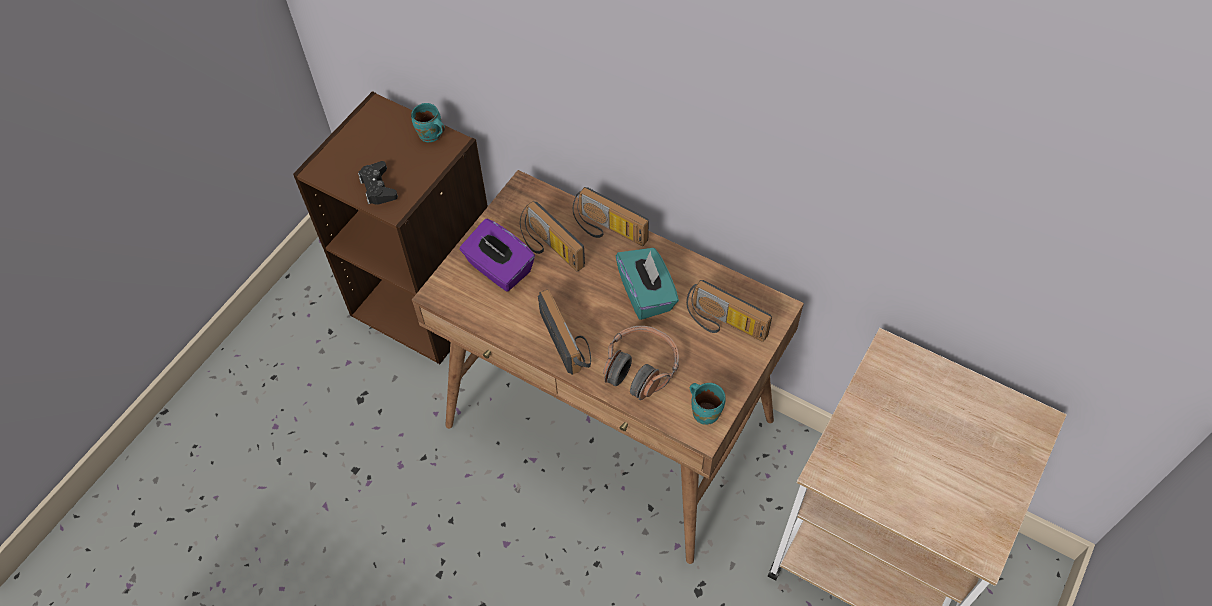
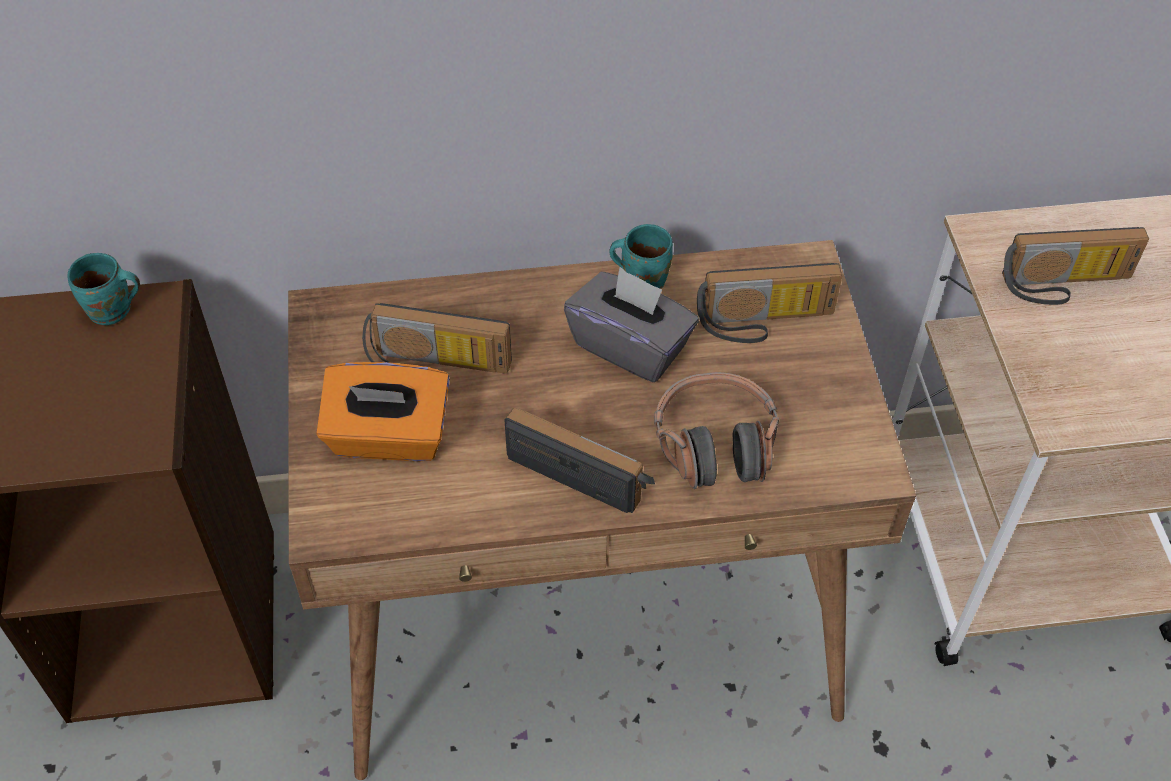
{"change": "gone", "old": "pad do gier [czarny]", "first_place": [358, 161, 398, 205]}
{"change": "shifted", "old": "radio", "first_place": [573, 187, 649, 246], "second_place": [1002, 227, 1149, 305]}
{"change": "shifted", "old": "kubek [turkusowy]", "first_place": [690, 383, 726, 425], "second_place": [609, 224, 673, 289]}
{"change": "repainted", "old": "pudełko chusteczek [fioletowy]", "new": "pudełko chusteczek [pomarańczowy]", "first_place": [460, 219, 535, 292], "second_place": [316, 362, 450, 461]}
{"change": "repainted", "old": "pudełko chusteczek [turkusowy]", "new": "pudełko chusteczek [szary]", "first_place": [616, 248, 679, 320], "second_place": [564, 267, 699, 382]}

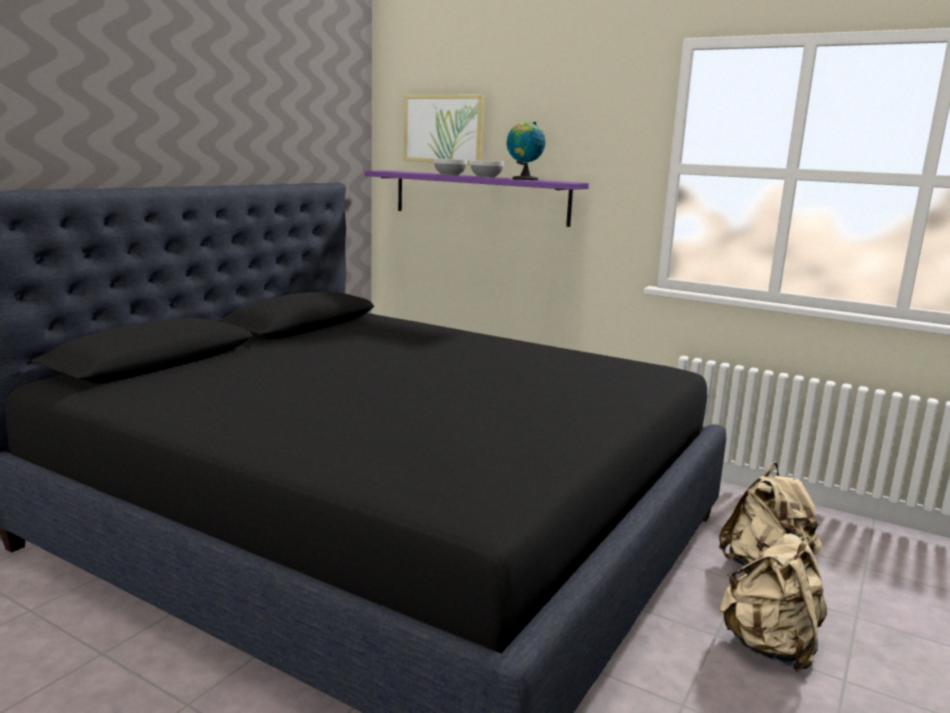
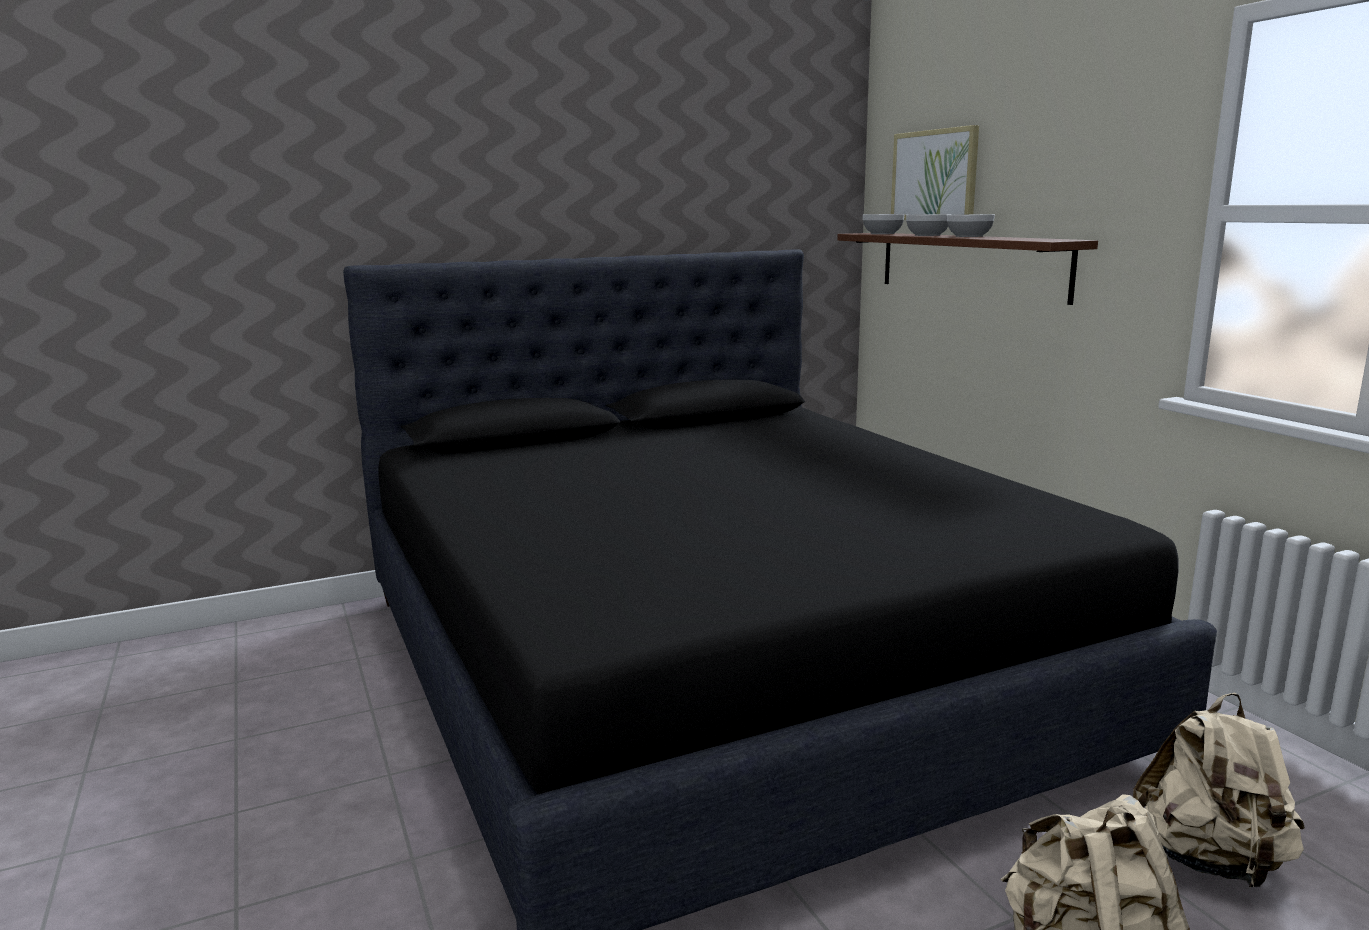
{"change": "gone", "old": "globus", "first_place": [507, 122, 546, 180]}
{"change": "new", "new": "miska", "second_place": [863, 214, 905, 234]}
{"change": "repainted", "old": "półka [fioletowy]", "new": "półka [brązowy]", "first_place": [364, 171, 589, 227], "second_place": [837, 233, 1098, 305]}

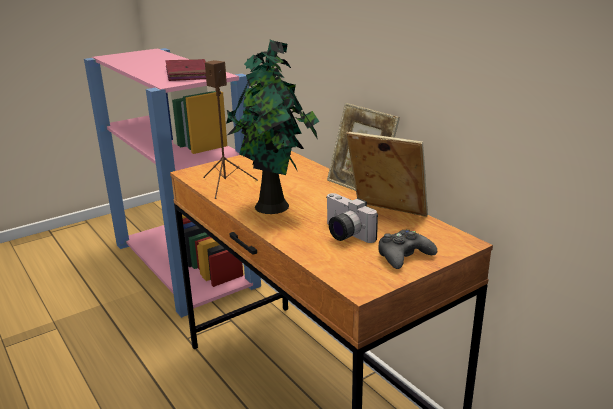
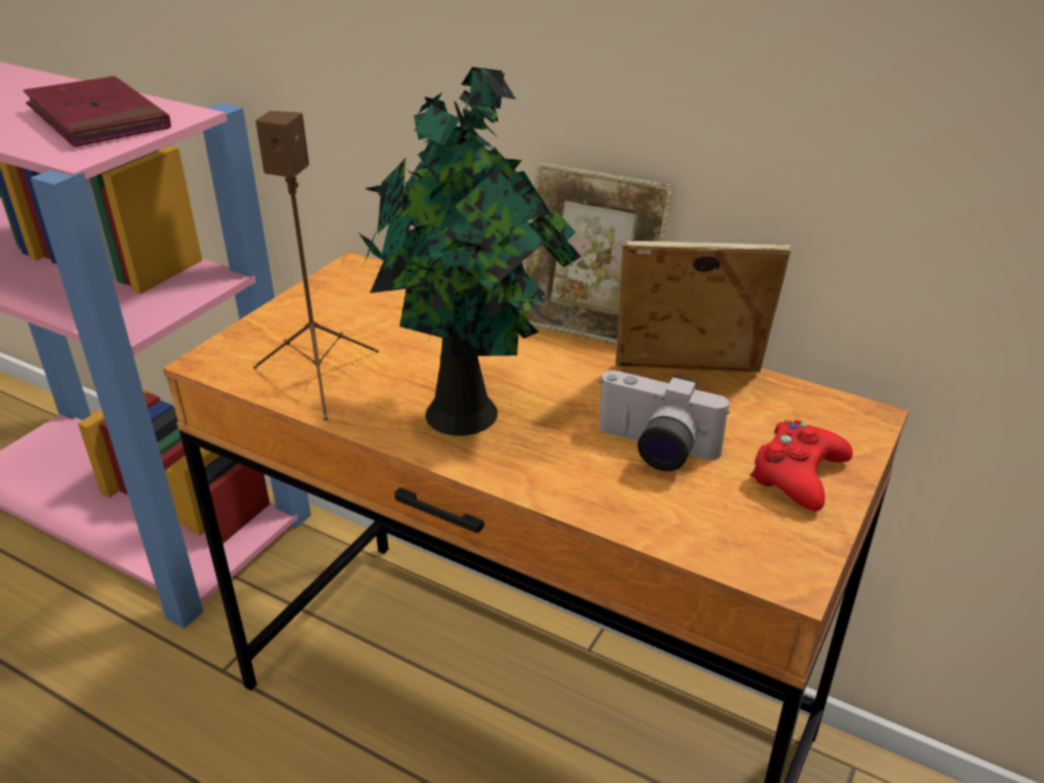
{"change": "repainted", "old": "pad do gier [czarny]", "new": "pad do gier [czerwony]", "first_place": [378, 229, 437, 269], "second_place": [750, 420, 853, 511]}

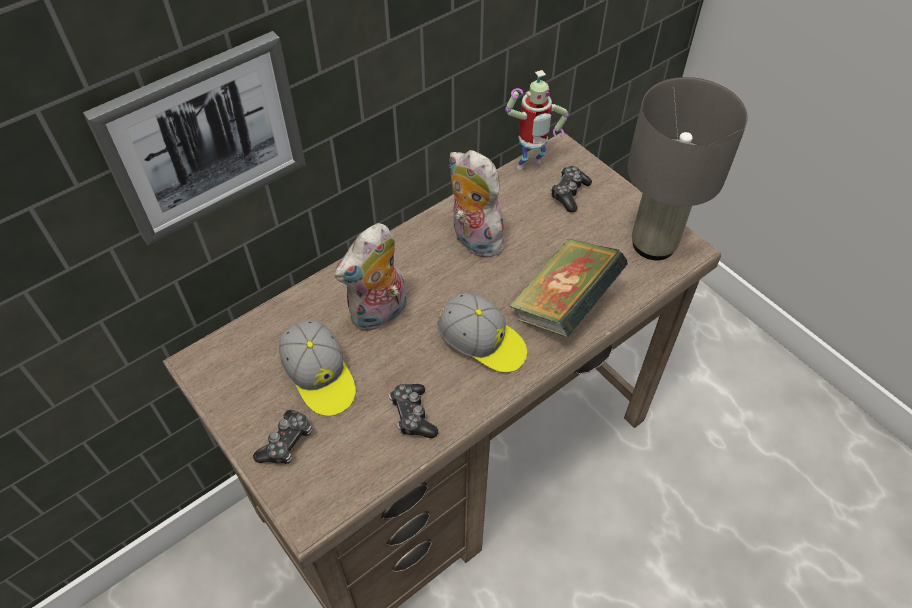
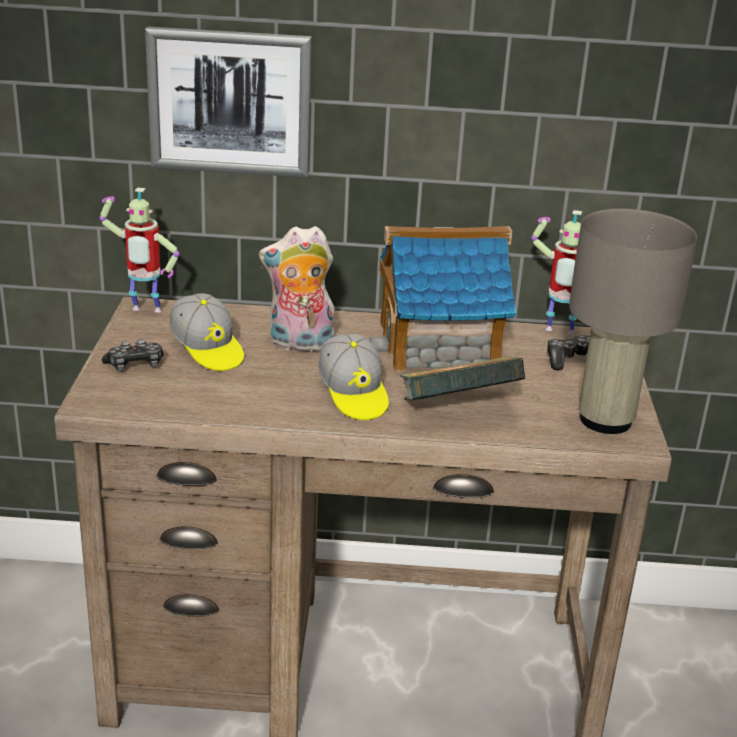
{"change": "gone", "old": "pad do gier", "first_place": [389, 384, 438, 439]}
{"change": "new", "new": "robot zabawkowy", "second_place": [100, 188, 180, 313]}
{"change": "swapped", "old": "pluszak", "new": "domek", "first_place": [449, 150, 505, 258], "second_place": [370, 226, 516, 371]}
{"change": "rotated", "old": "czapka z daszkiem", "first_place": [279, 320, 356, 416], "second_place": [169, 293, 244, 371], "degrees": -45}

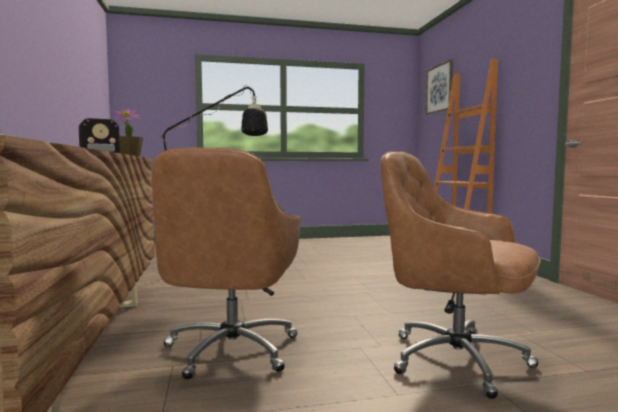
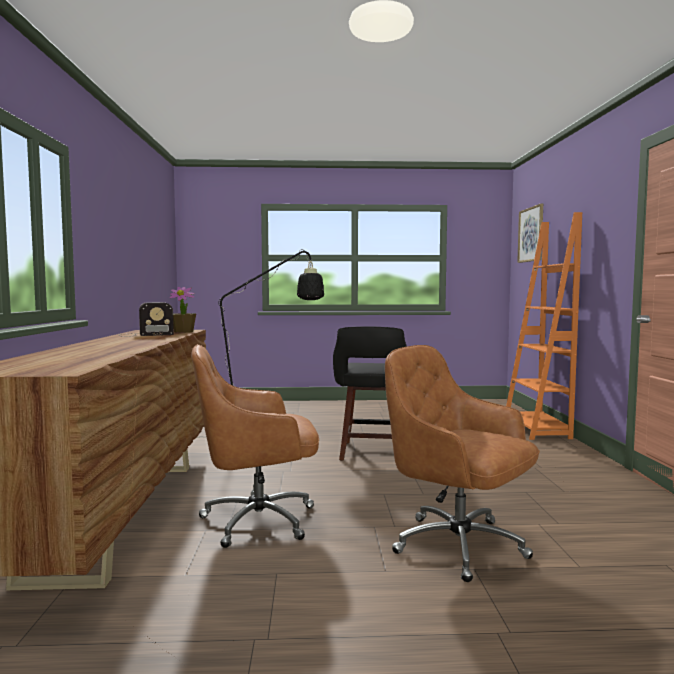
{"change": "new", "new": "stołek [czarny]", "second_place": [333, 327, 407, 460]}
{"change": "rotated", "old": "krzesło biurowe [brązowy]", "first_place": [152, 147, 301, 379], "second_place": [191, 344, 319, 548], "degrees": 60}

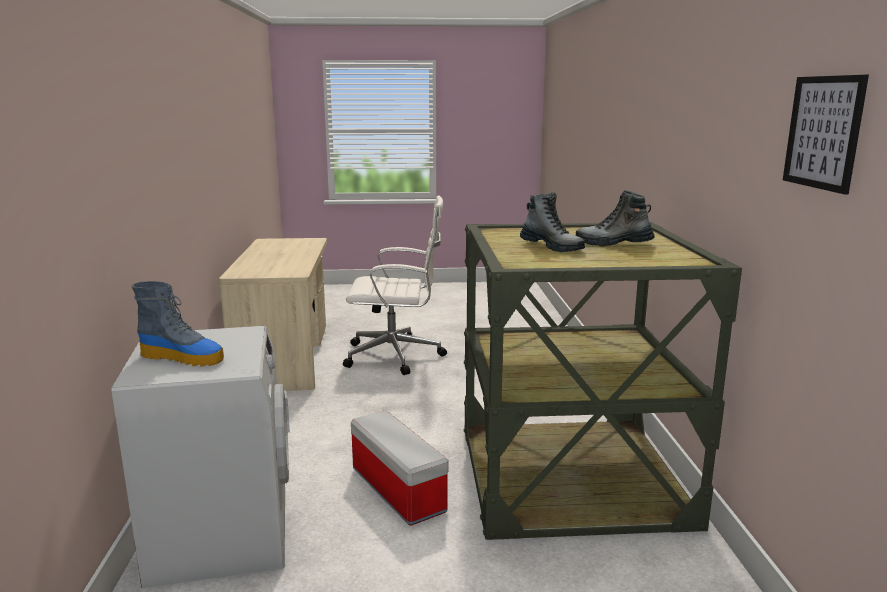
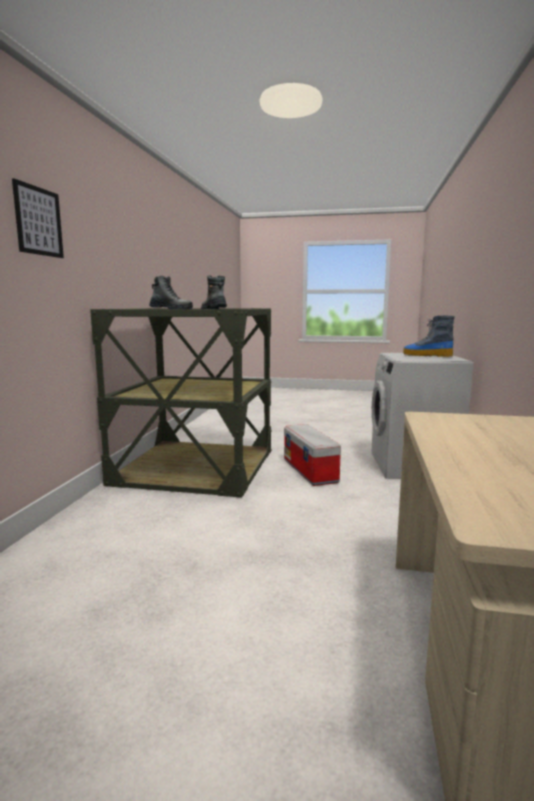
{"change": "gone", "old": "krzesło biurowe [biały]", "first_place": [343, 195, 447, 375]}
{"change": "shifted", "old": "obraz", "first_place": [783, 75, 869, 194], "second_place": [12, 178, 64, 258]}

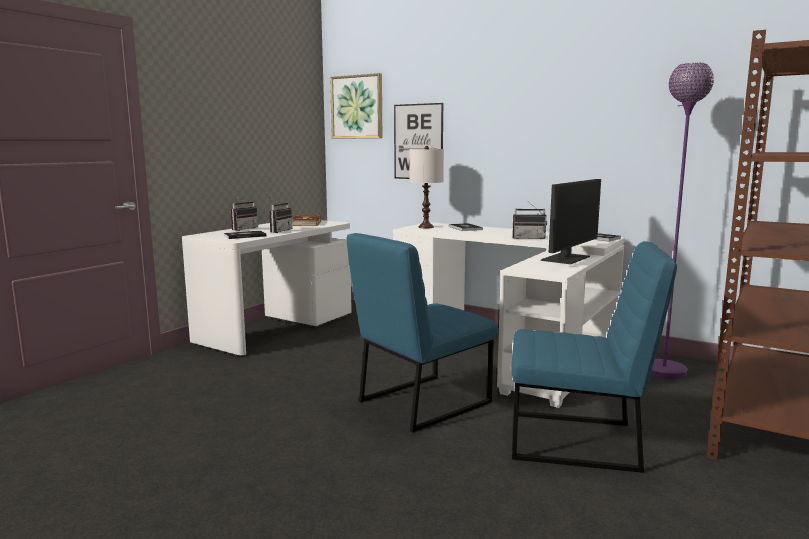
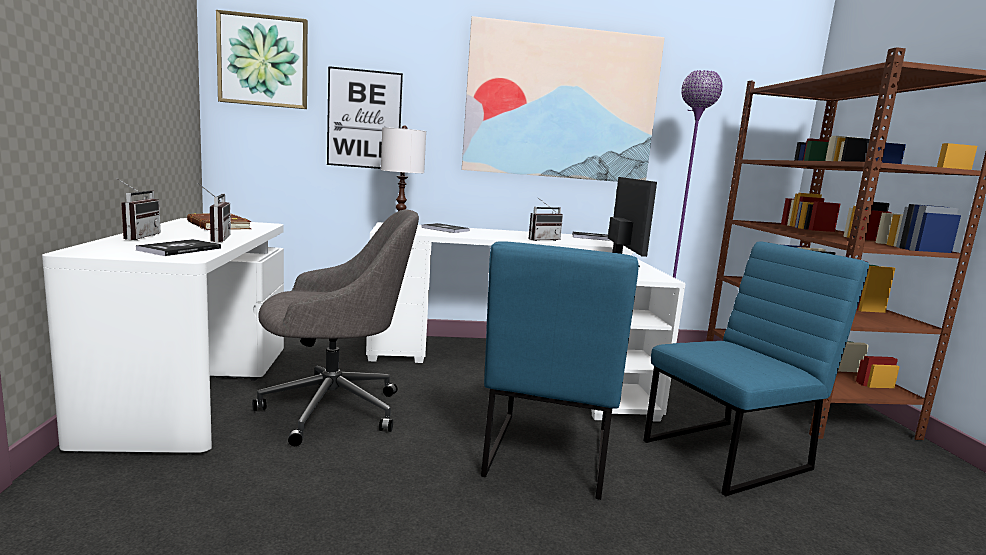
{"change": "new", "new": "krzesło biurowe [szary]", "second_place": [252, 210, 419, 446]}
{"change": "new", "new": "obraz", "second_place": [462, 16, 665, 182]}

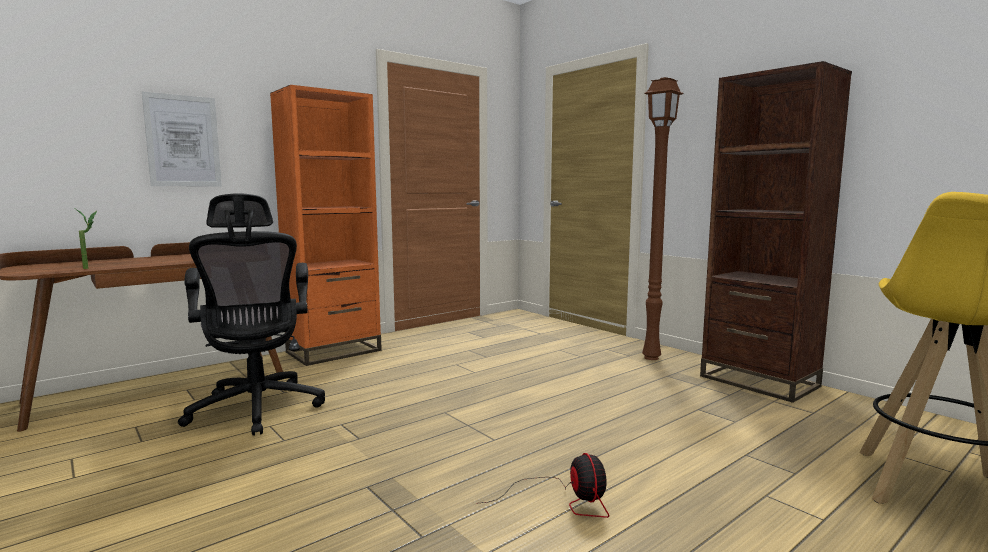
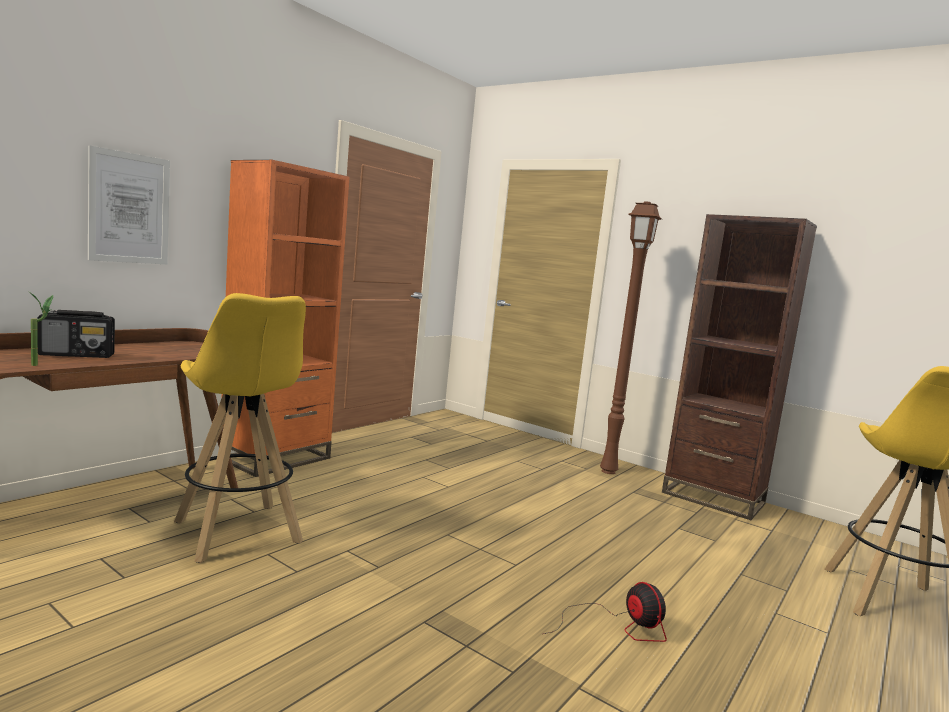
{"change": "new", "new": "radio", "second_place": [37, 310, 115, 358]}
{"change": "swapped", "old": "krzesło biurowe", "new": "stołek [żółty]", "first_place": [178, 193, 325, 436], "second_place": [174, 293, 306, 563]}

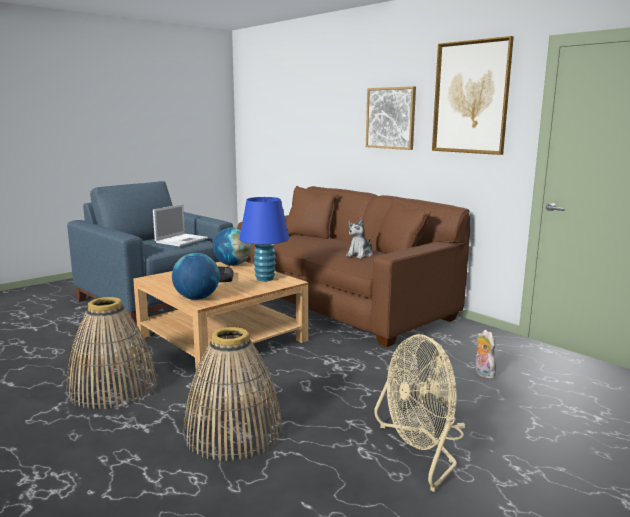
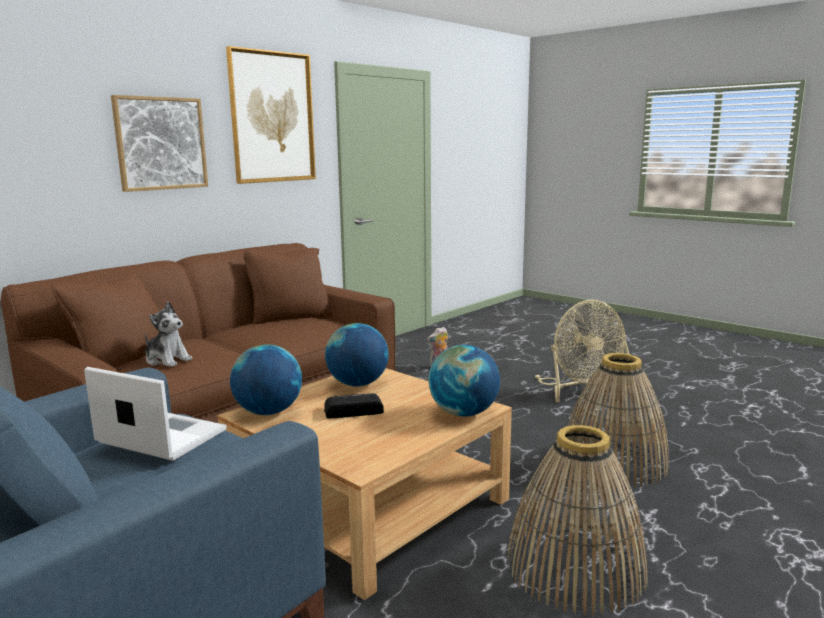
{"change": "shifted", "old": "pluszak", "first_place": [346, 218, 373, 259], "second_place": [144, 302, 192, 367]}
{"change": "swapped", "old": "lampa stołowa [niebieski]", "new": "globus", "first_place": [239, 197, 289, 282], "second_place": [325, 323, 389, 386]}

